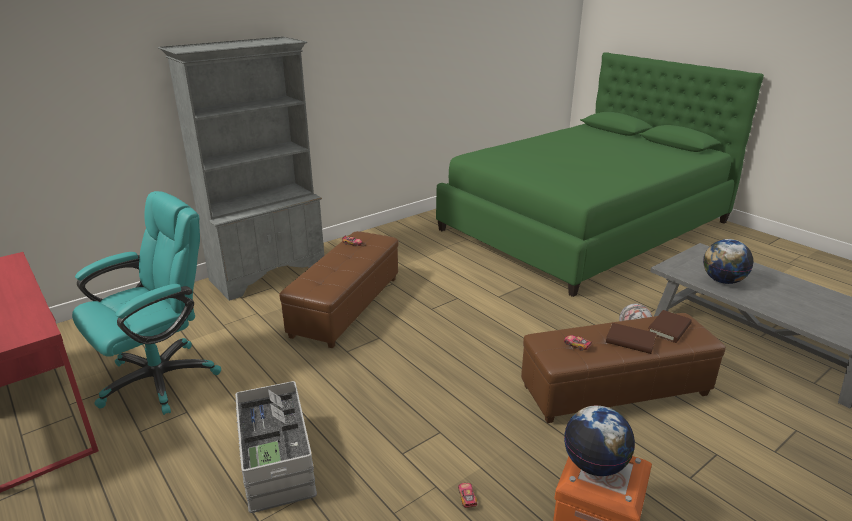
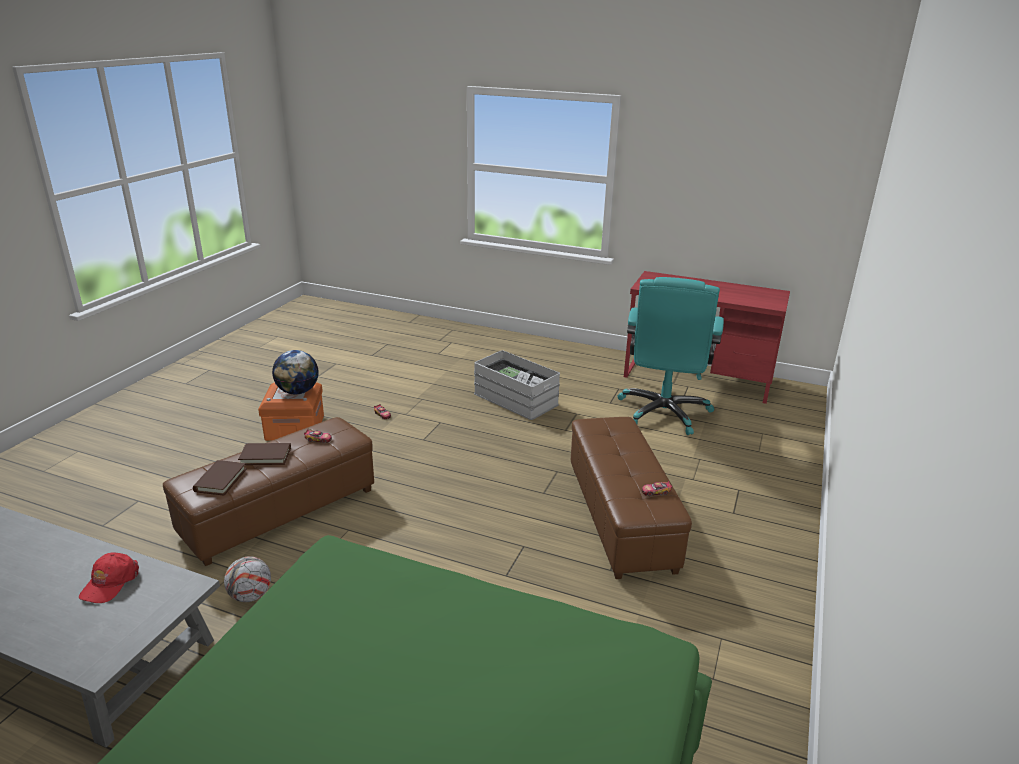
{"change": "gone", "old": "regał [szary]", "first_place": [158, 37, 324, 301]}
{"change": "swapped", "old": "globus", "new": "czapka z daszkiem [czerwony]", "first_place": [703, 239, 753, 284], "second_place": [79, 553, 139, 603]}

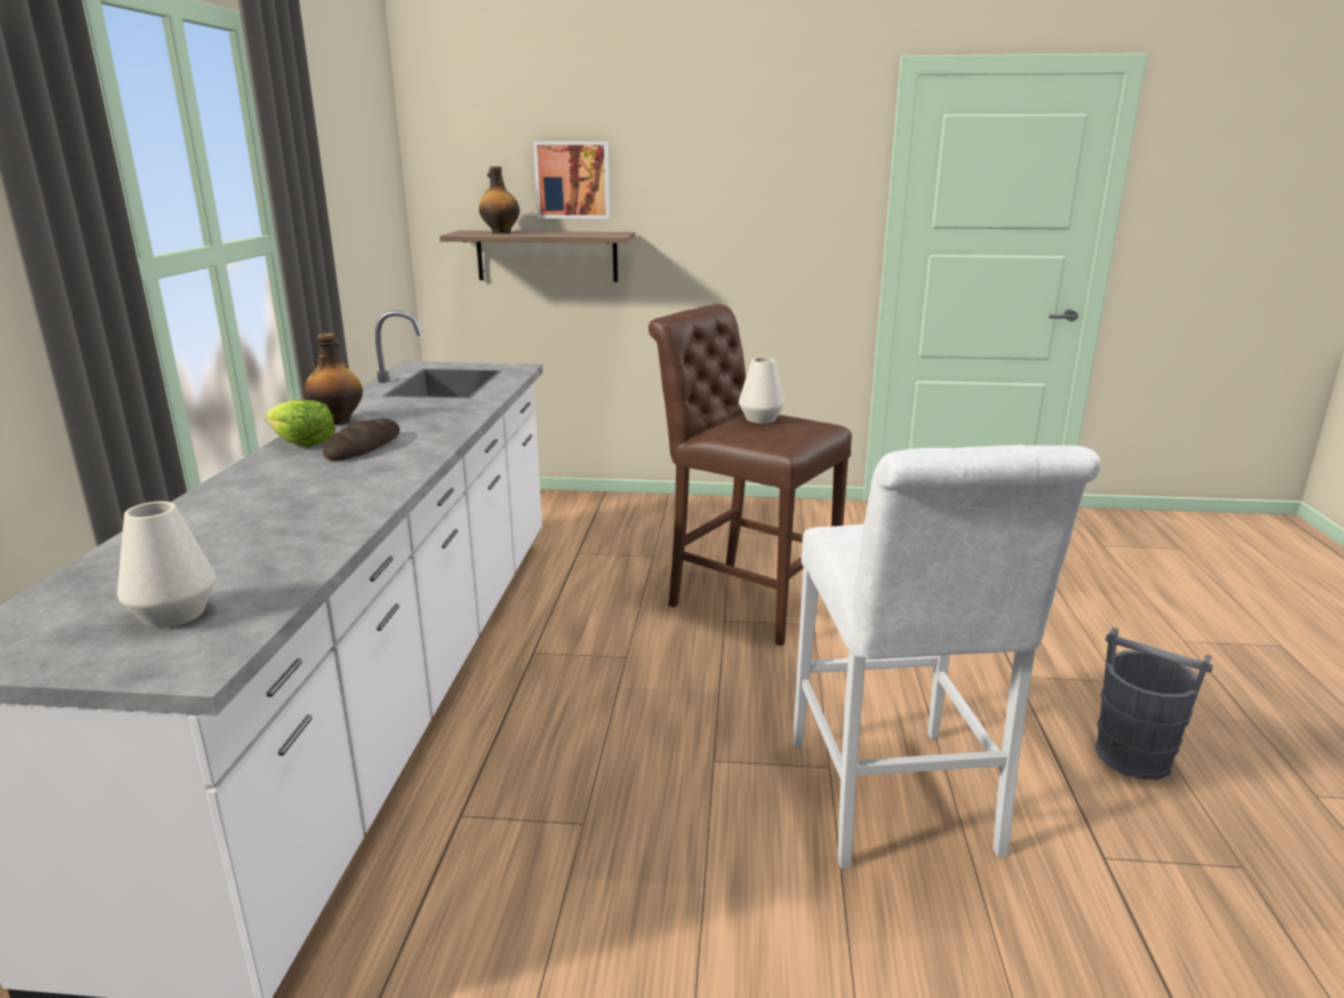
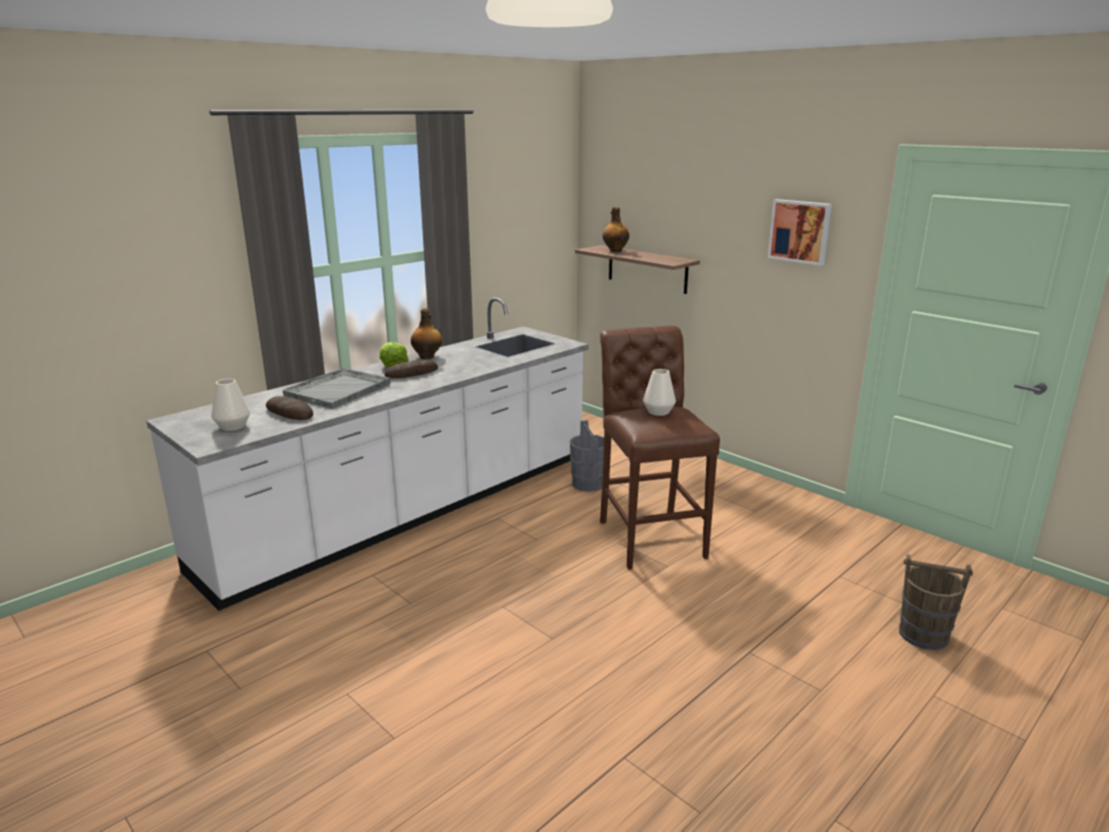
{"change": "gone", "old": "stołek [biały]", "first_place": [793, 445, 1101, 869]}
{"change": "new", "new": "chleb", "second_place": [266, 396, 313, 420]}
{"change": "new", "new": "taca [szary]", "second_place": [283, 368, 391, 409]}
{"change": "new", "new": "wiadro [brązowy]", "second_place": [899, 554, 973, 650]}
{"change": "shifted", "old": "obraz", "first_place": [533, 141, 610, 219], "second_place": [768, 199, 832, 266]}
{"change": "shifted", "old": "wiadro [szary]", "first_place": [1095, 627, 1213, 780], "second_place": [570, 420, 604, 492]}

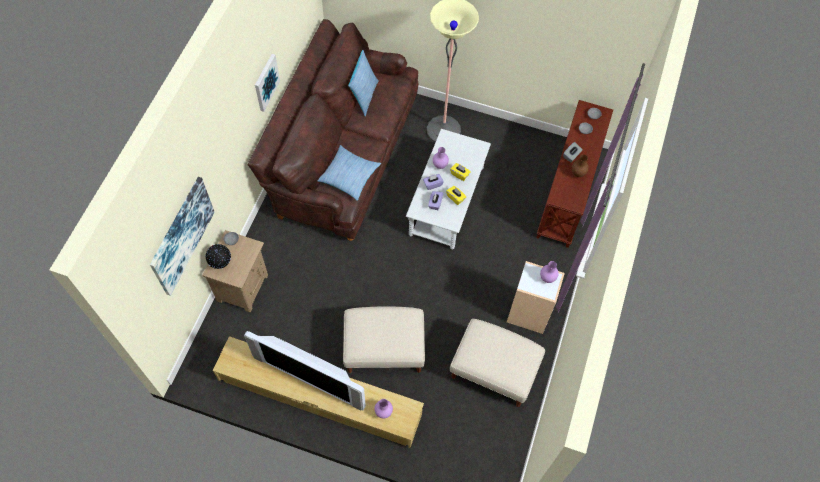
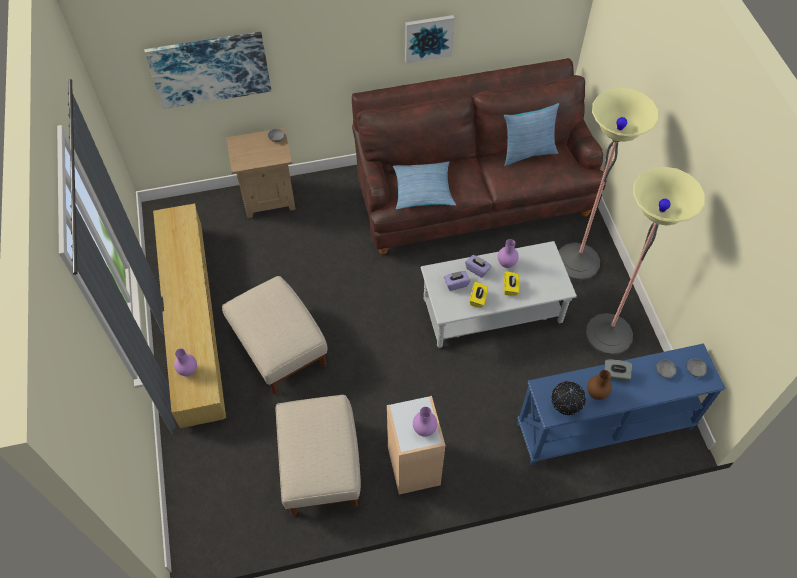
{"change": "gone", "old": "telewizor", "first_place": [244, 331, 366, 411]}
{"change": "new", "new": "lampa stojąca", "second_place": [586, 167, 705, 355]}
{"change": "shifted", "old": "globus", "first_place": [206, 244, 231, 269], "second_place": [551, 381, 586, 415]}
{"change": "repainted", "old": "stolik konsolowy [brązowy]", "new": "stolik konsolowy [niebieski]", "first_place": [536, 100, 613, 248], "second_place": [517, 343, 725, 466]}

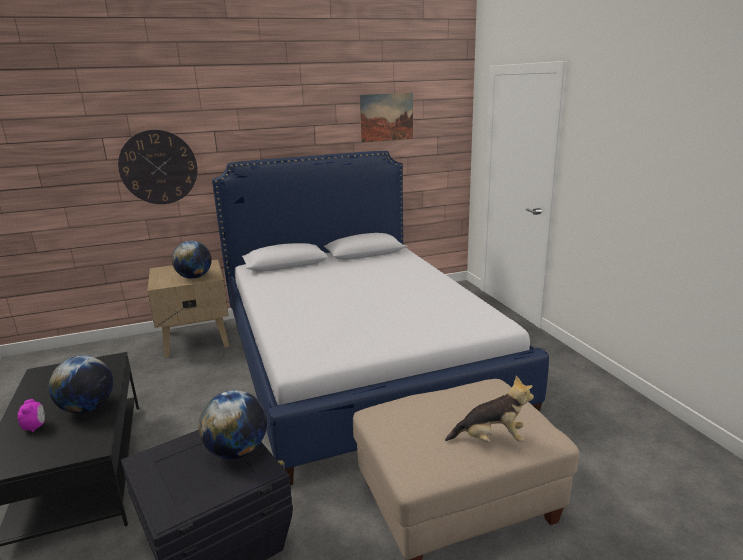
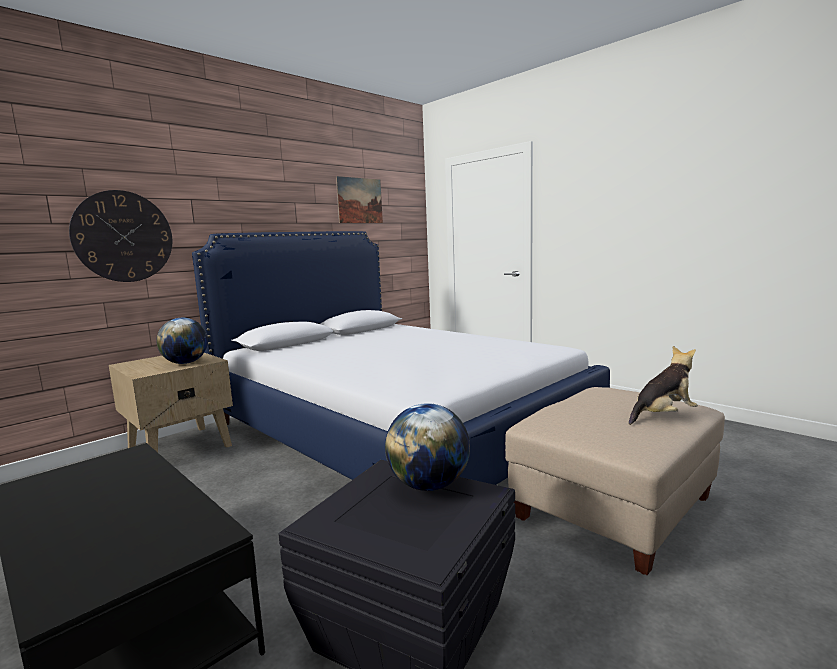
{"change": "gone", "old": "budzik", "first_place": [18, 399, 45, 433]}
{"change": "gone", "old": "globus", "first_place": [49, 356, 113, 413]}

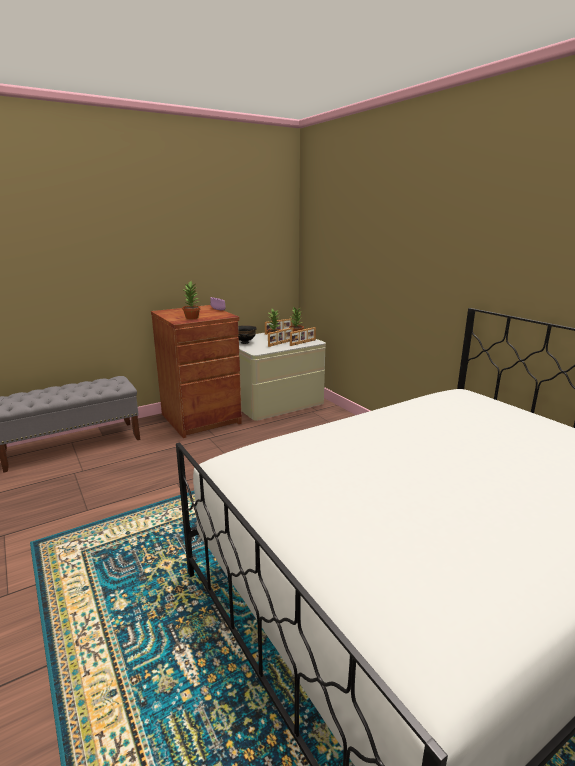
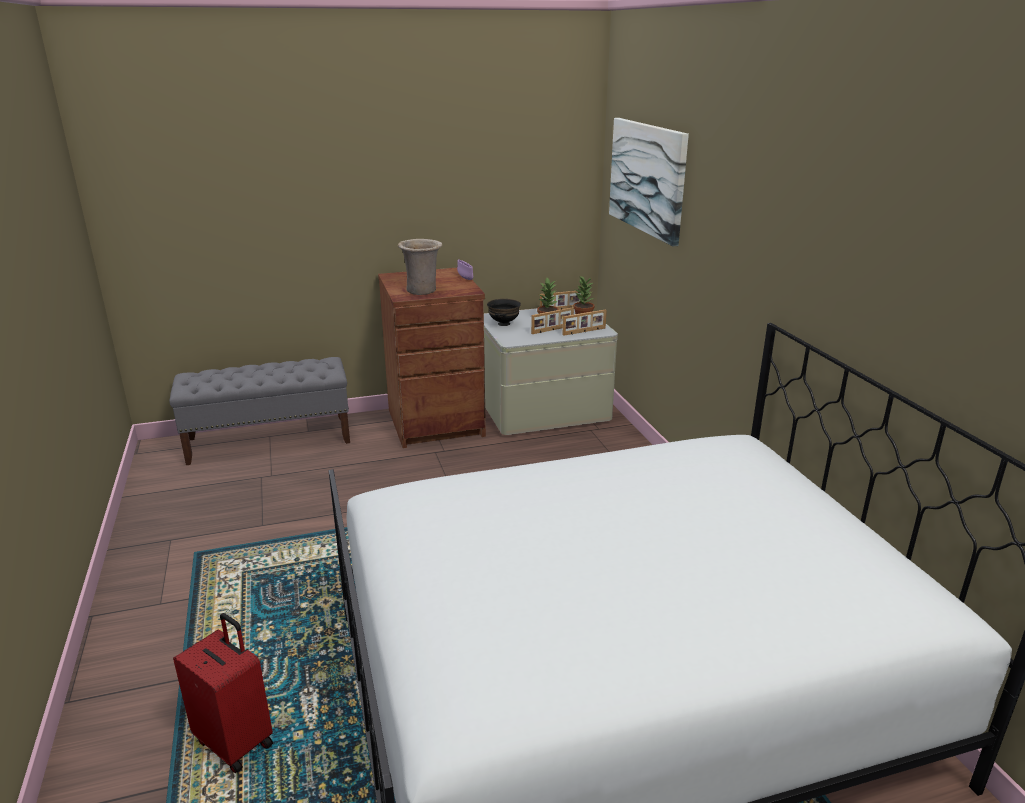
{"change": "new", "new": "walizka [czerwony]", "second_place": [173, 613, 273, 773]}
{"change": "new", "new": "obraz", "second_place": [609, 118, 689, 246]}
{"change": "swapped", "old": "roślina doniczkowa", "new": "wazon [beżowy]", "first_place": [182, 281, 200, 319], "second_place": [398, 239, 442, 295]}

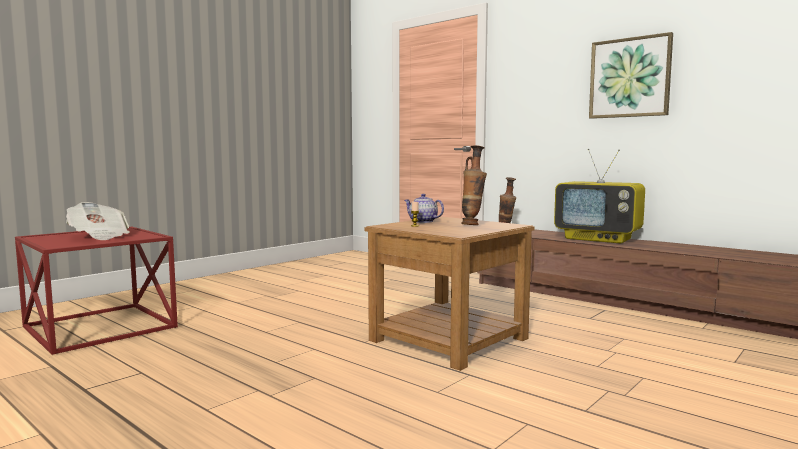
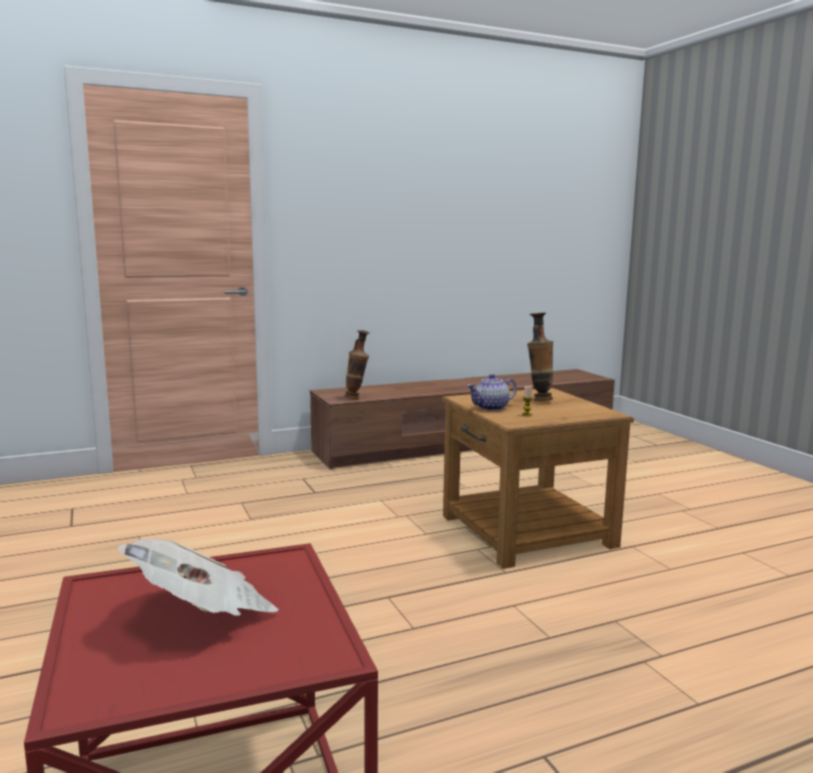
{"change": "gone", "old": "telewizor", "first_place": [554, 149, 645, 244]}
{"change": "gone", "old": "obraz", "first_place": [589, 32, 673, 119]}

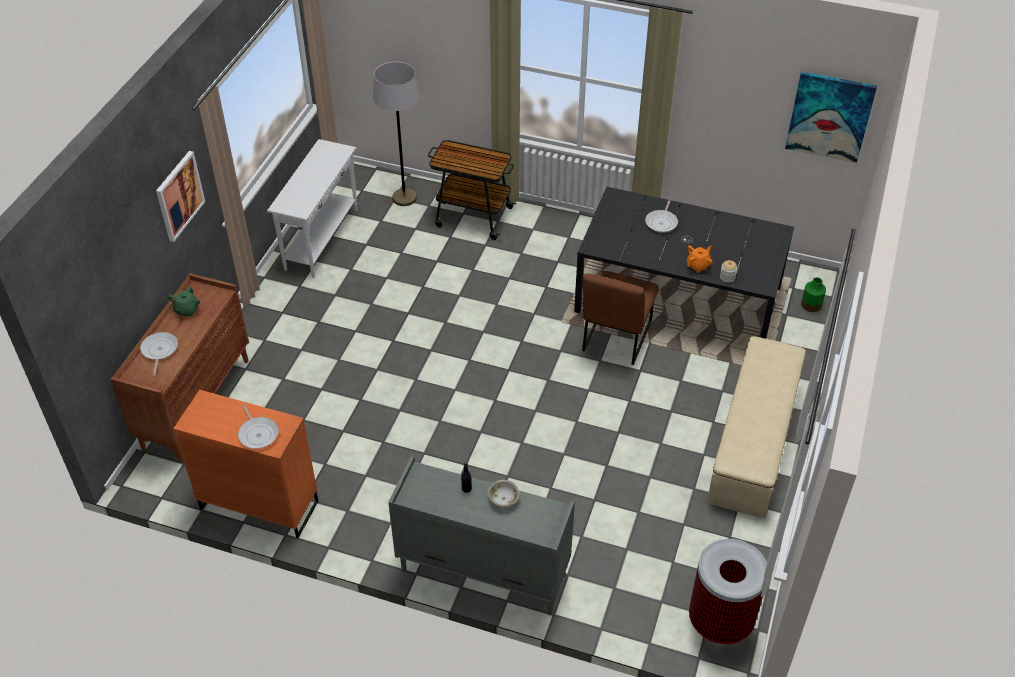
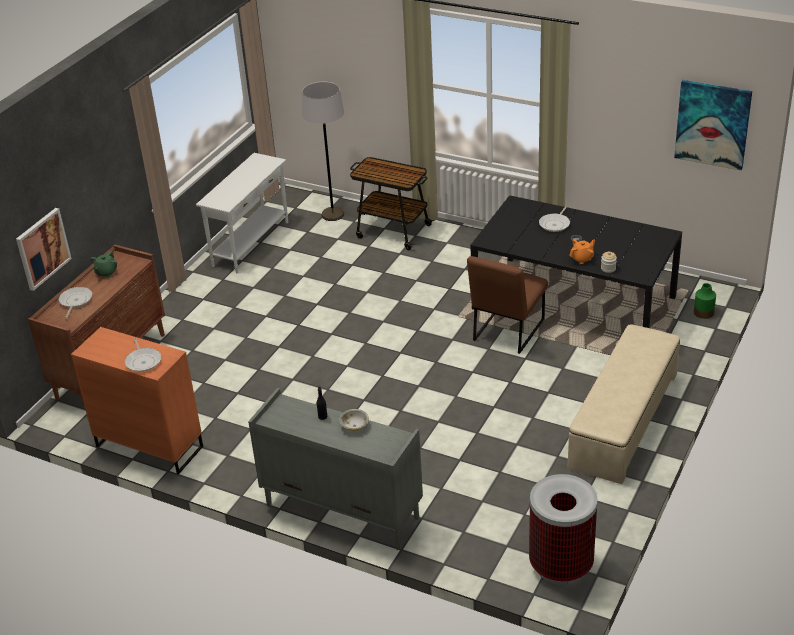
{"change": "shifted", "old": "obraz", "first_place": [156, 151, 205, 242], "second_place": [16, 208, 72, 291]}

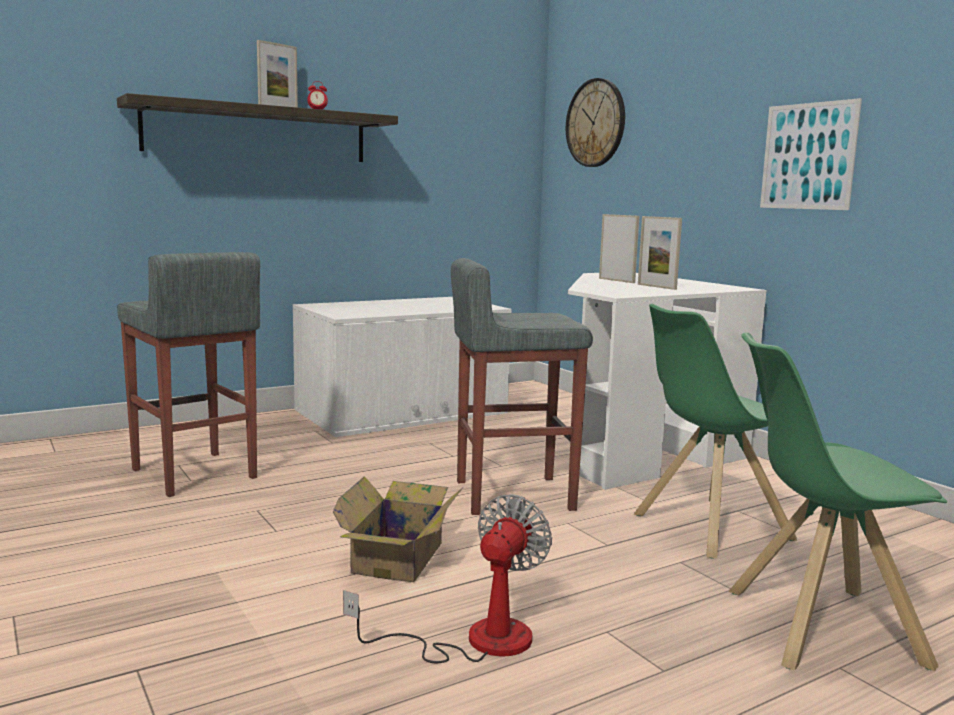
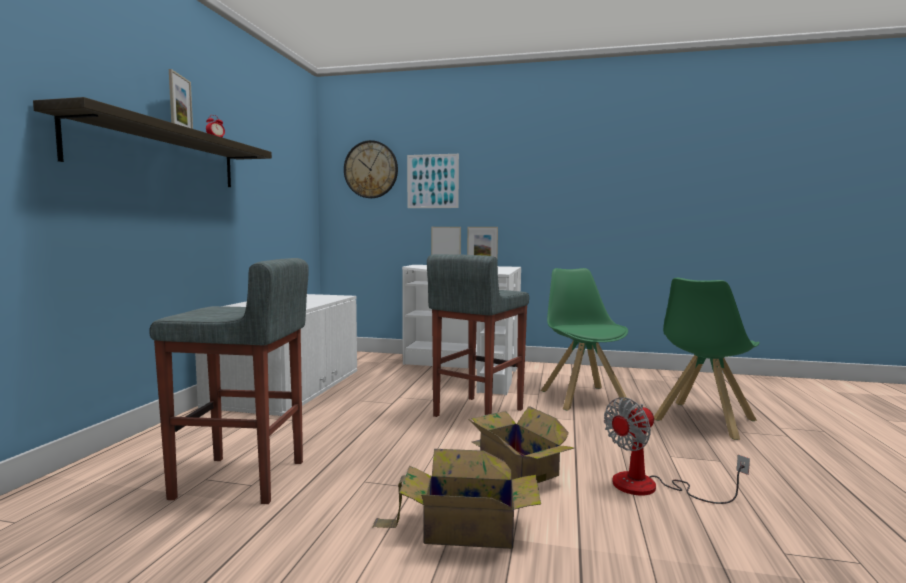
{"change": "new", "new": "karton", "second_place": [372, 449, 541, 549]}
{"change": "shifted", "old": "obraz", "first_place": [760, 98, 862, 210], "second_place": [407, 154, 459, 208]}
{"change": "rotated", "old": "wentylator", "first_place": [343, 494, 552, 663], "second_place": [604, 397, 750, 504], "degrees": -105}
{"change": "rotated", "old": "krzesło [zielony]", "first_place": [634, 304, 797, 559], "second_place": [541, 268, 628, 410], "degrees": 150}

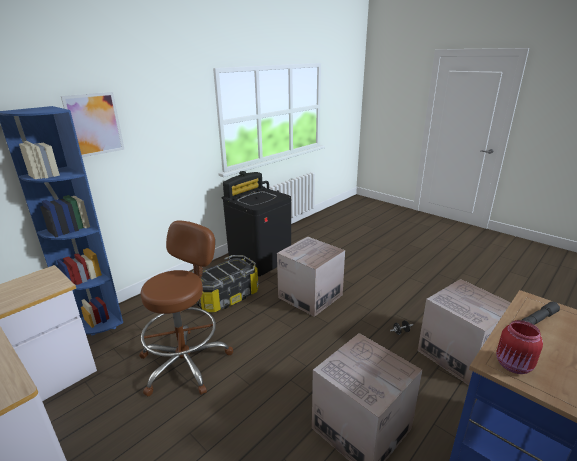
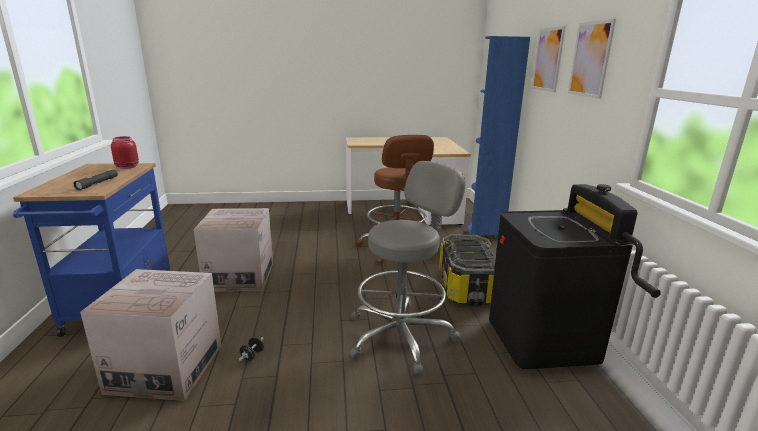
{"change": "new", "new": "obraz", "second_place": [568, 19, 616, 99]}
{"change": "swapped", "old": "karton", "new": "stołek [szary]", "first_place": [277, 237, 345, 317], "second_place": [349, 161, 466, 375]}

